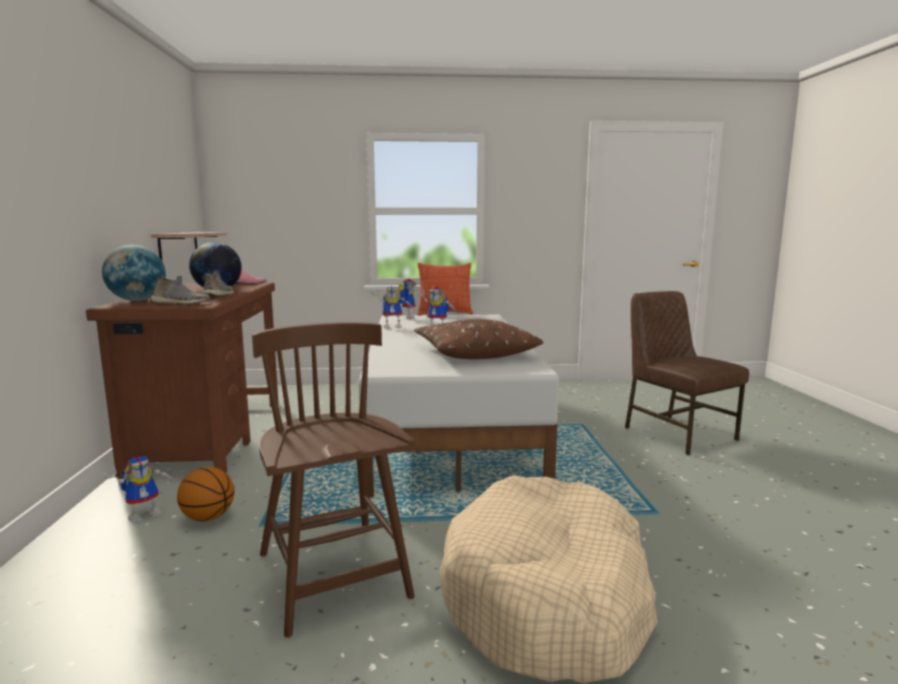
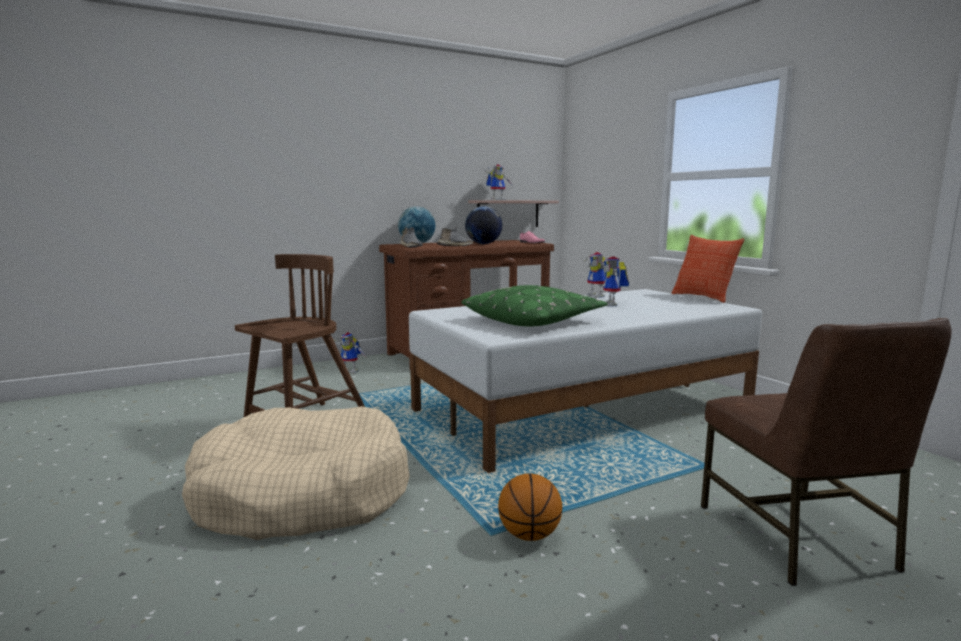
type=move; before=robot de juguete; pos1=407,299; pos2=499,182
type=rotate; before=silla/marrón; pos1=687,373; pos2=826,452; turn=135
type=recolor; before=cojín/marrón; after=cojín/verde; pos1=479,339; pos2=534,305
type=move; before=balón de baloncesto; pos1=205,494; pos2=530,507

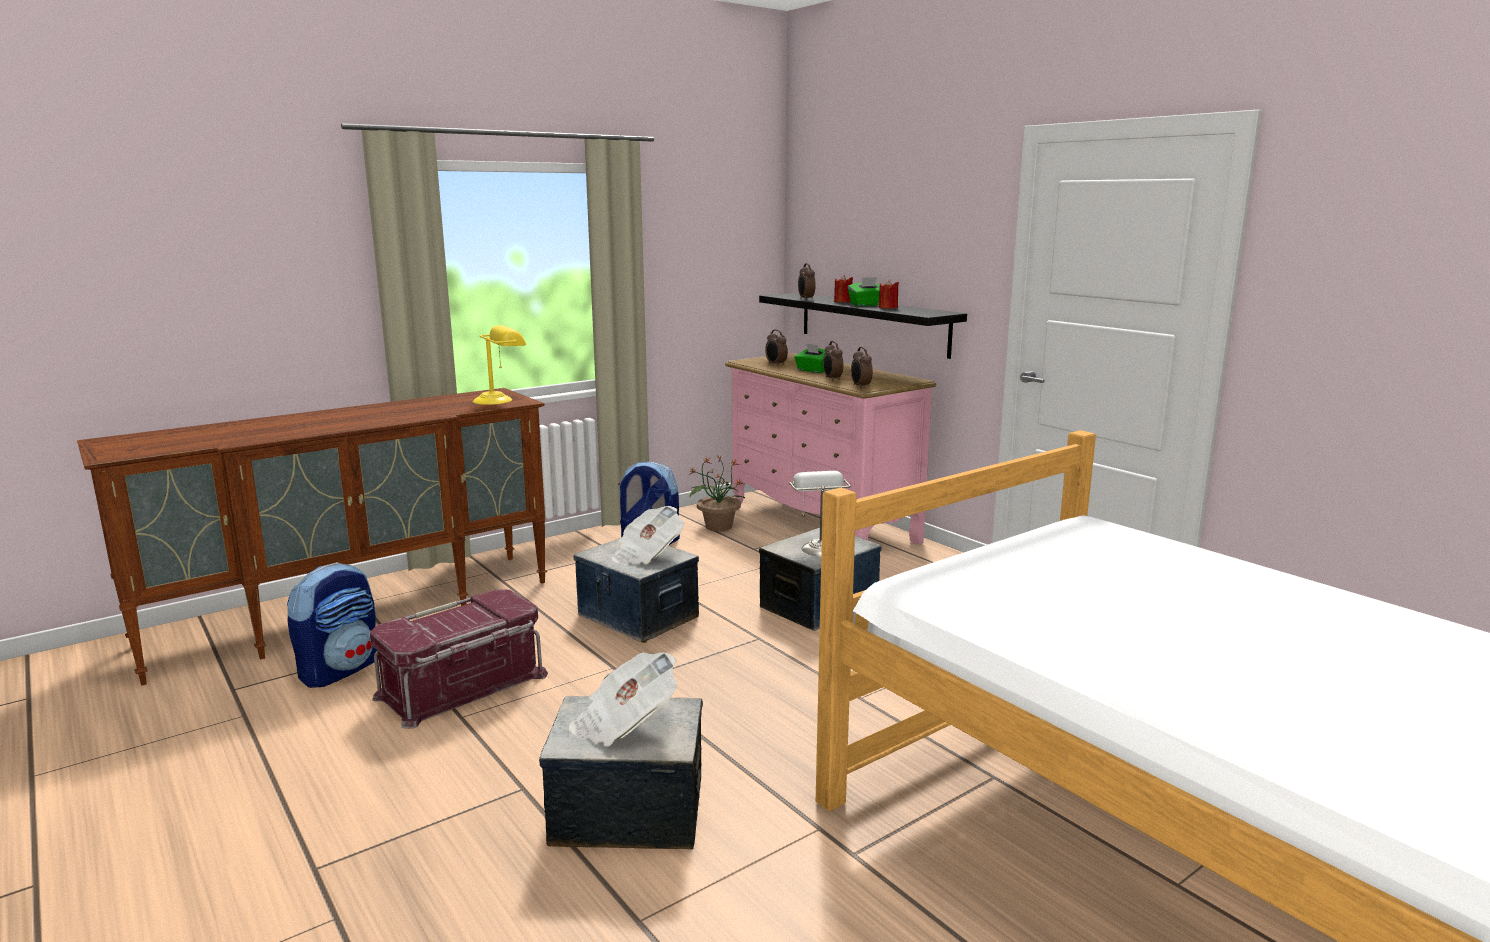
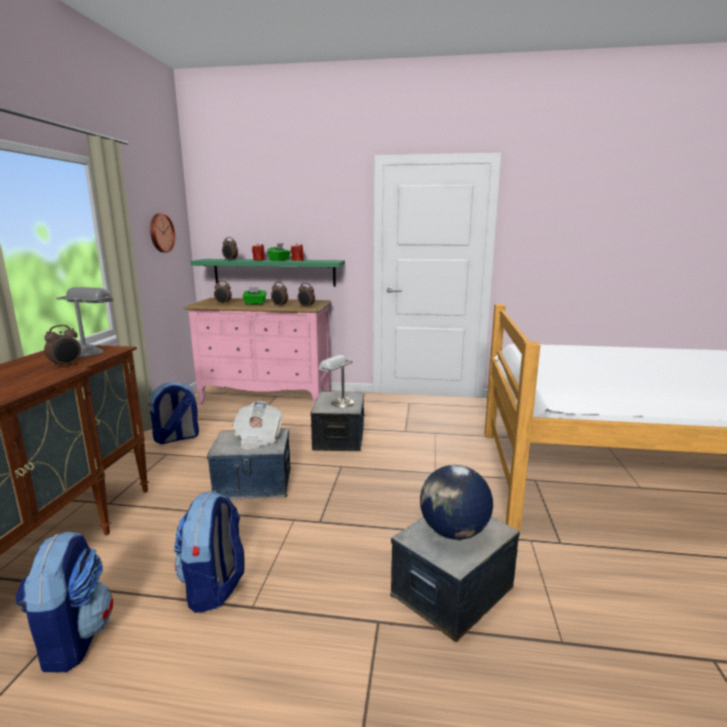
type=recolor; before=estante/negro; after=estante/verde; pos1=863,326; pos2=267,273
type=recolor; before=lámpara de mesa/amarillo; after=lámpara de mesa/gris; pos1=499,365; pos2=85,322
type=delete; before=planta en maceta; pos1=717,493
type=replace; before=caja de almacenaje/rojo; after=mochila; pos1=459,659; pos2=209,552
type=replace; before=periódico; after=globo terráqueo; pos1=623,699; pos2=456,502
type=insert; after=reloj de pared; pos2=162,232
type=insert; after=despertador; pos2=62,346

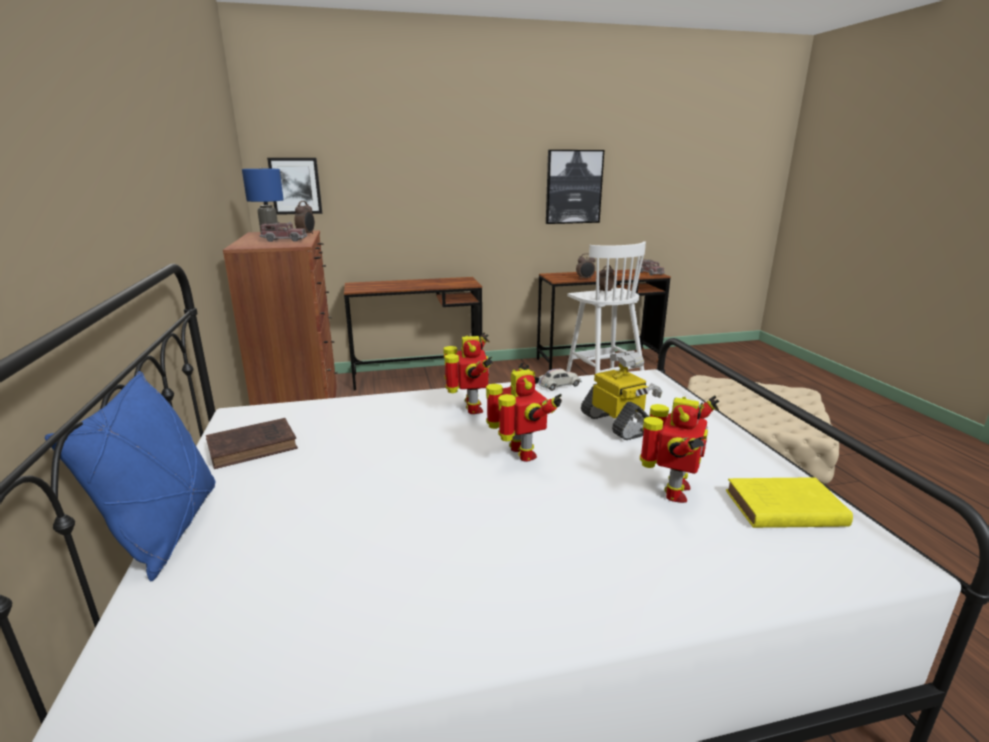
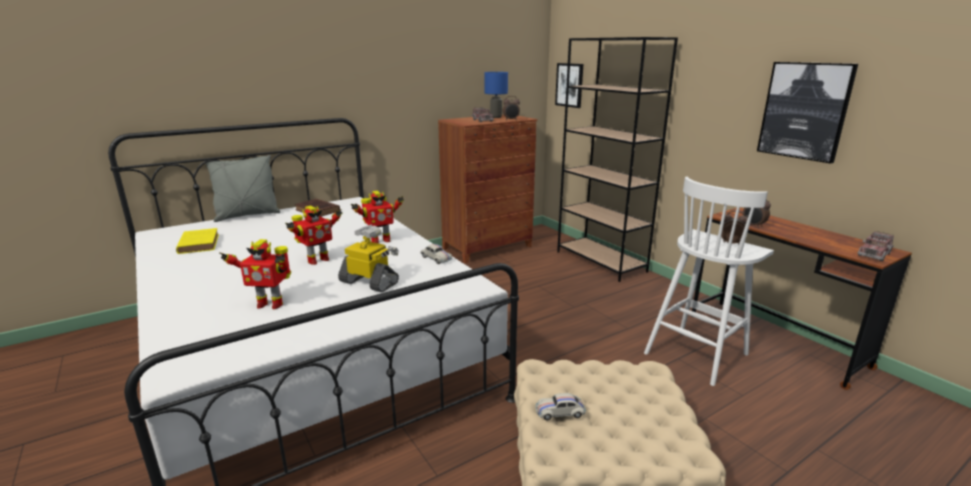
type=replace; before=escritorio/marrón; after=estantería/beis; pos1=413,333; pos2=617,159
type=rotate; before=robot de juguete; pos1=621,395; pos2=368,258; turn=-105
type=recolor; before=cojín/azul; after=cojín/gris; pos1=130,476; pos2=243,188
type=move; before=libro/amarillo; pos1=789,502; pos2=197,241
type=insert; after=coche de juguete/blanco; pos2=560,406

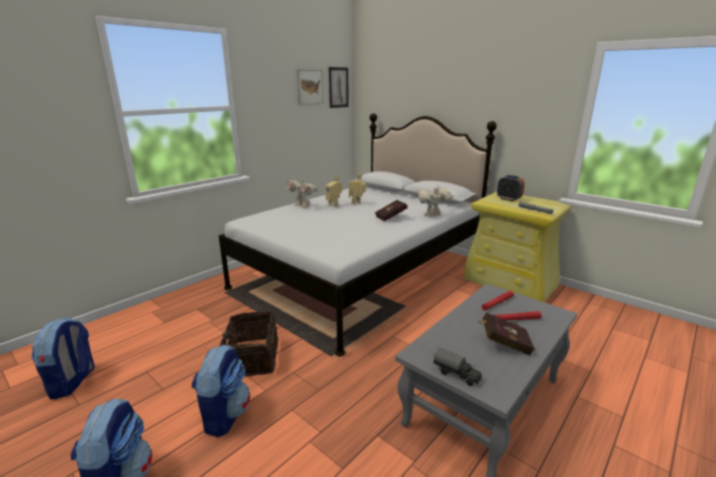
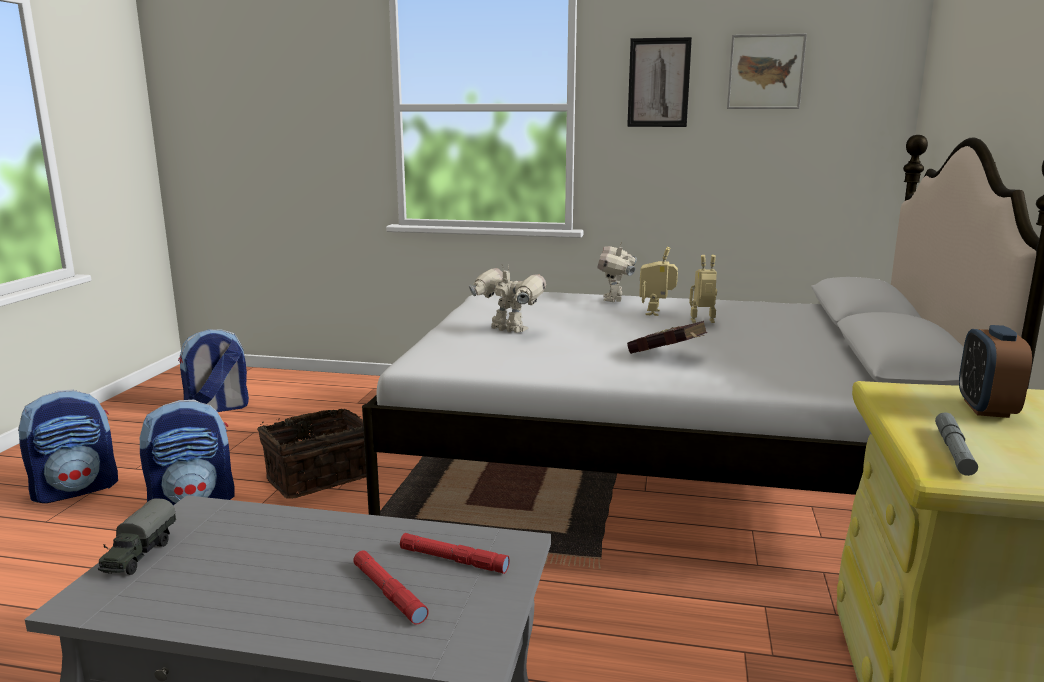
type=move; before=cuadro; pos1=339,87; pos2=659,82
type=move; before=robot de juguete; pos1=435,201; pos2=507,299
type=delete; before=libro/rojo; pos1=506,334

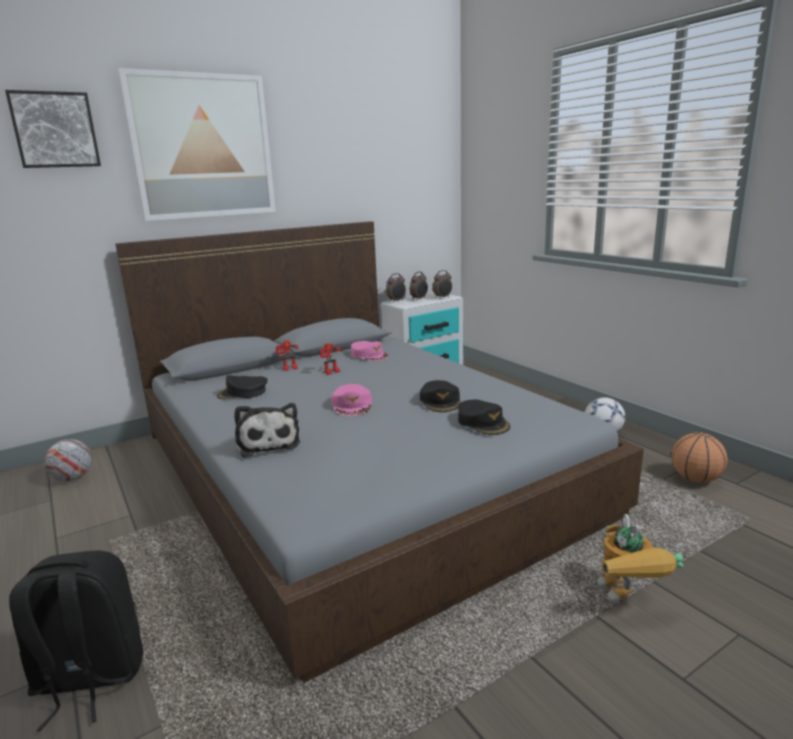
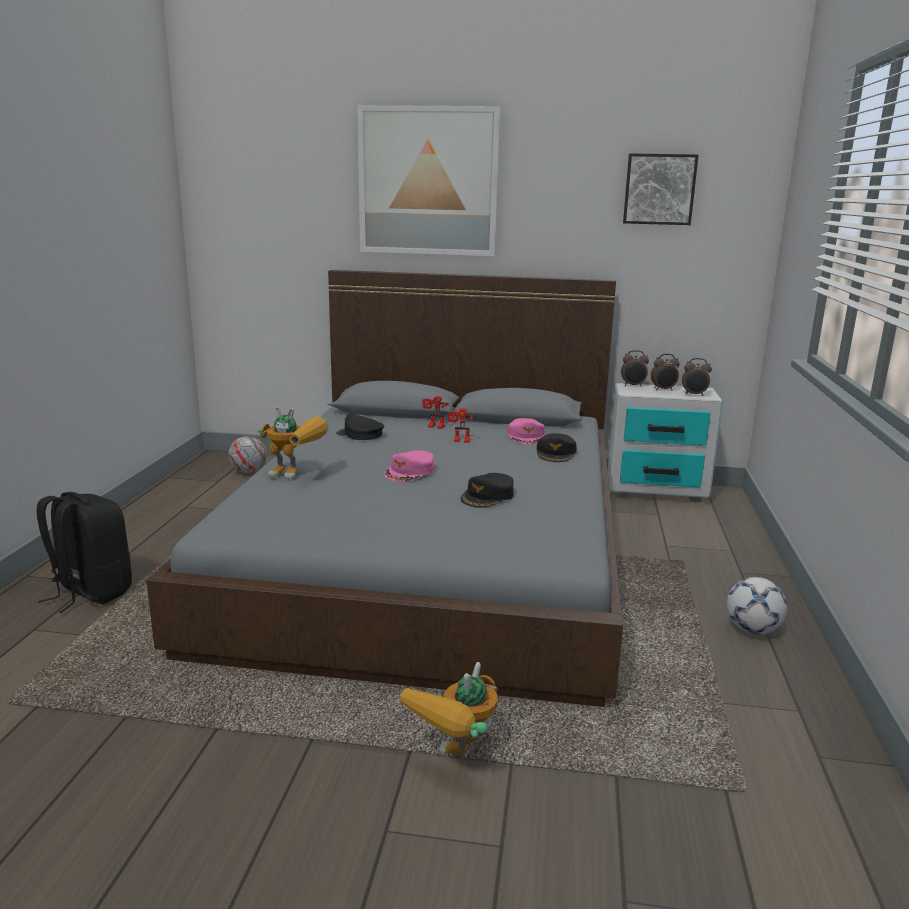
type=move; before=cuadro; pos1=53,129; pos2=661,189
type=move; before=gorra/negro; pos1=484,417; pos2=557,447
type=replace; before=peluche; after=robot de juguete; pos1=267,430; pos2=293,443
type=delete; before=balón de baloncesto; pos1=700,457

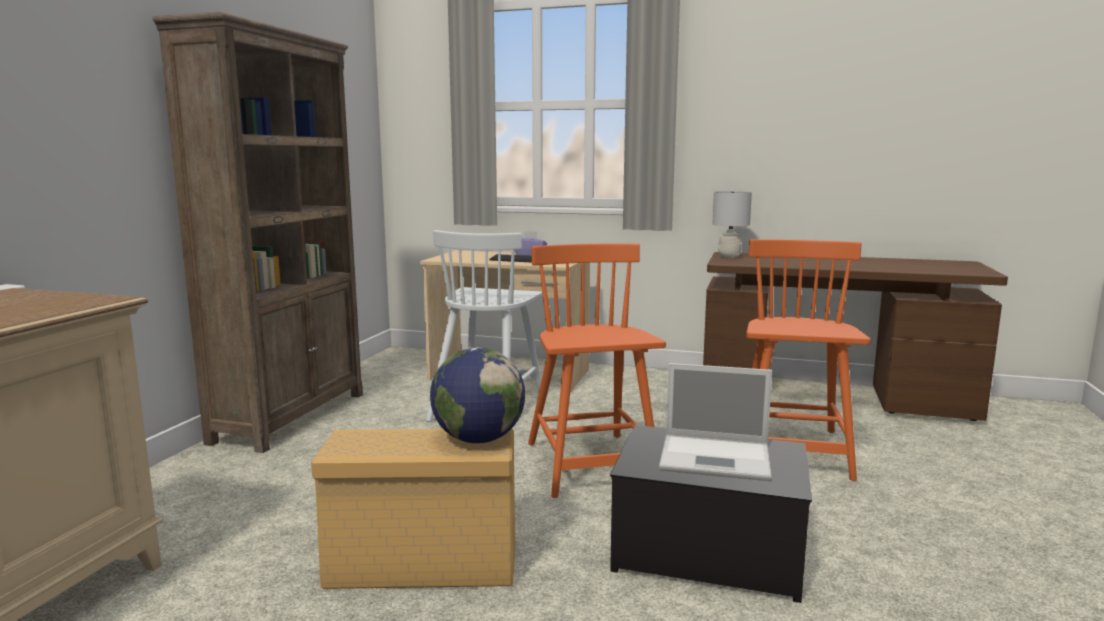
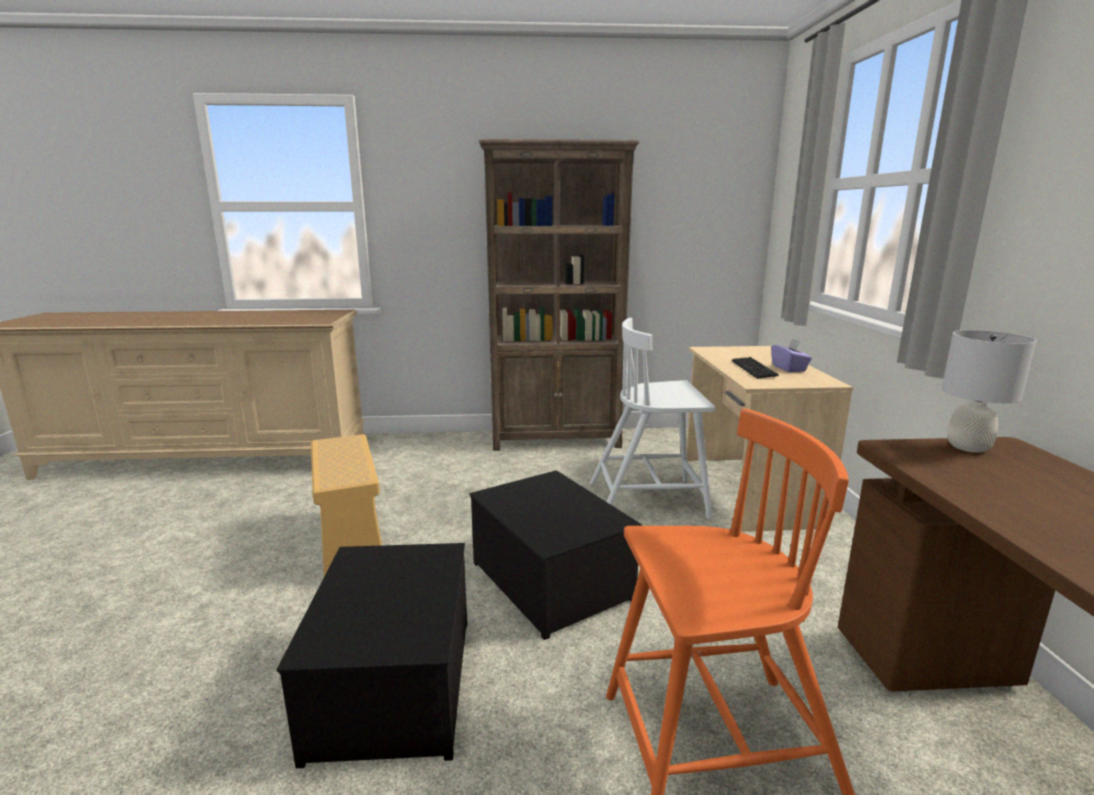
type=replace; before=silla/naranja; after=caja de almacenaje; pos1=597,370; pos2=555,555
type=delete; before=globo terráqueo; pos1=477,395
type=delete; before=portátil; pos1=715,422

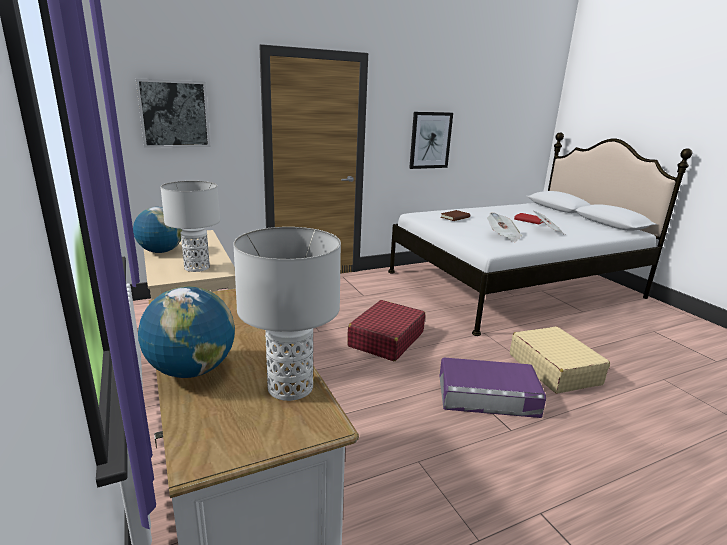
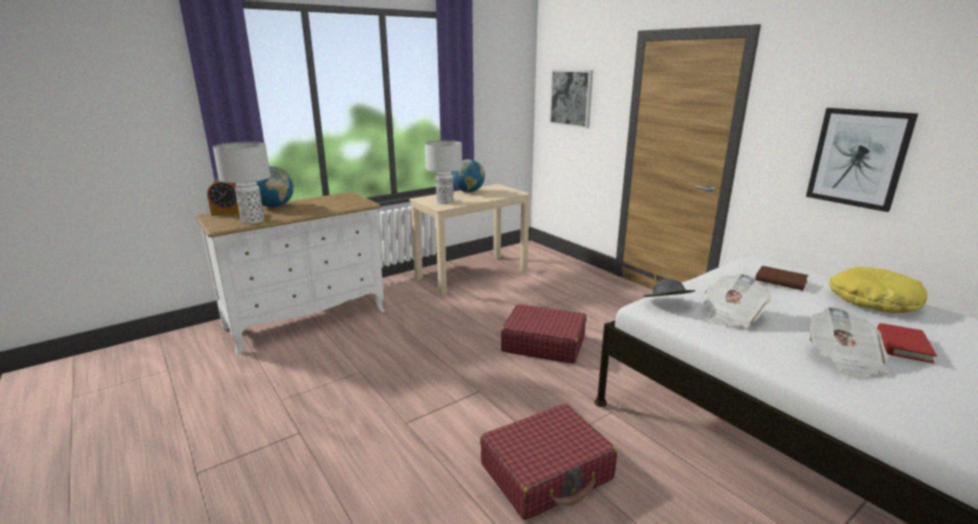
type=recolor; before=maleta/beis; after=maleta/rojo; pos1=560,360; pos2=548,462
type=delete; before=caja de almacenaje/morado; pos1=492,387
type=insert; after=despertador; pos2=223,197
type=insert; after=cojín/amarillo; pos2=878,290
type=insert; after=sombrero/gris; pos2=669,288

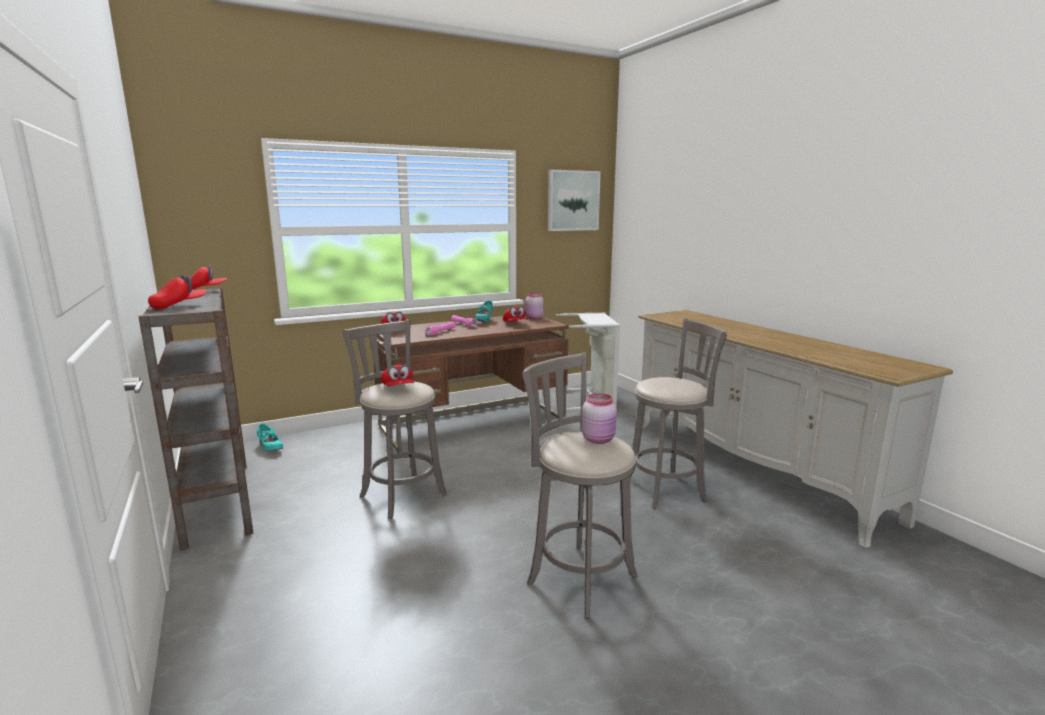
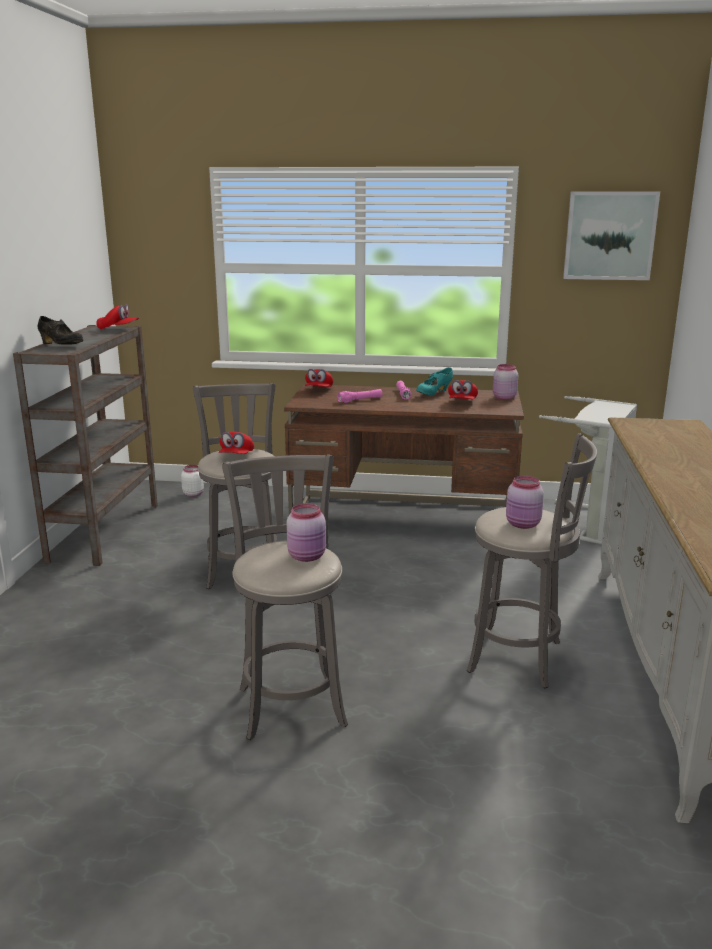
type=replace; before=gorra/rojo; after=zapato/negro; pos1=177,292; pos2=60,330
type=replace; before=zapato/turquesa; after=tarro/blanco; pos1=270,437; pos2=192,481
type=insert; after=tarro/rosa; pos2=525,502

